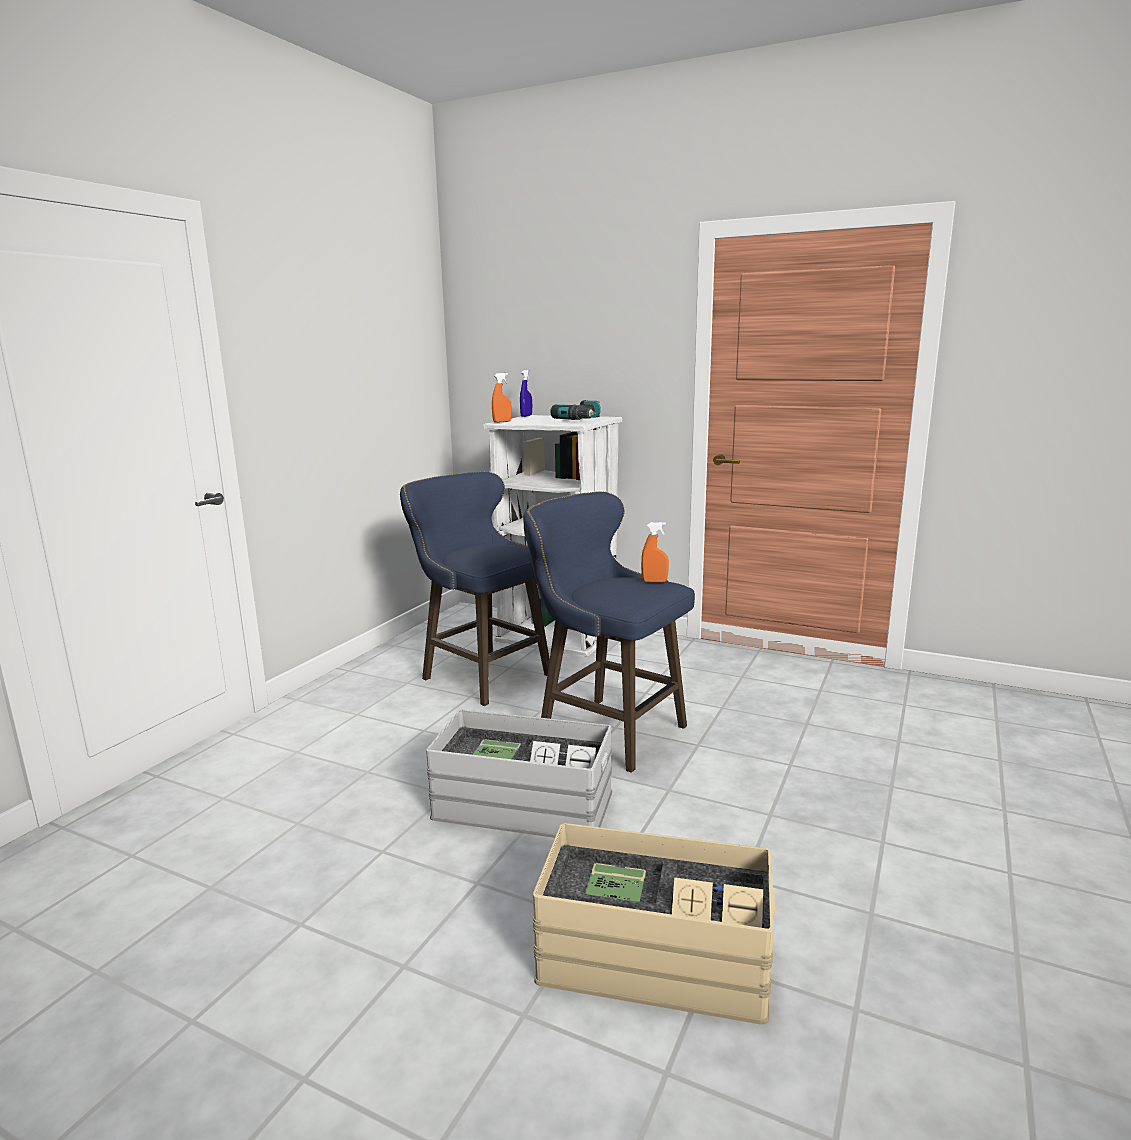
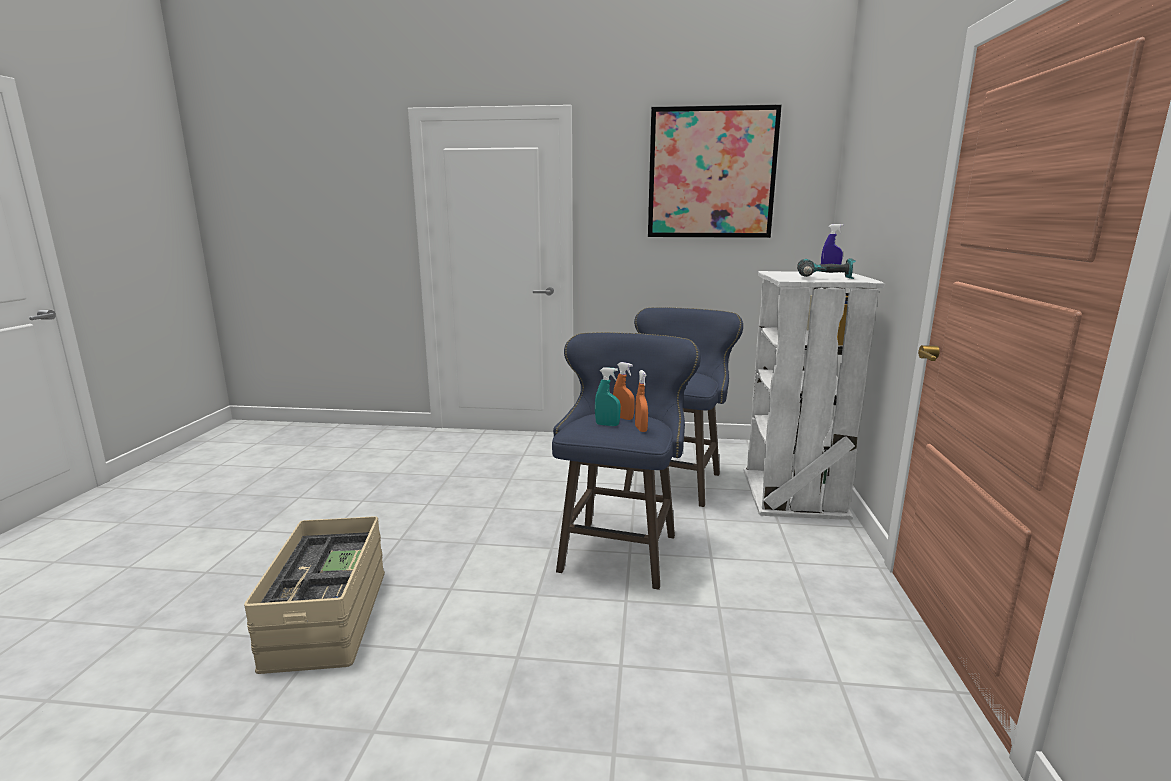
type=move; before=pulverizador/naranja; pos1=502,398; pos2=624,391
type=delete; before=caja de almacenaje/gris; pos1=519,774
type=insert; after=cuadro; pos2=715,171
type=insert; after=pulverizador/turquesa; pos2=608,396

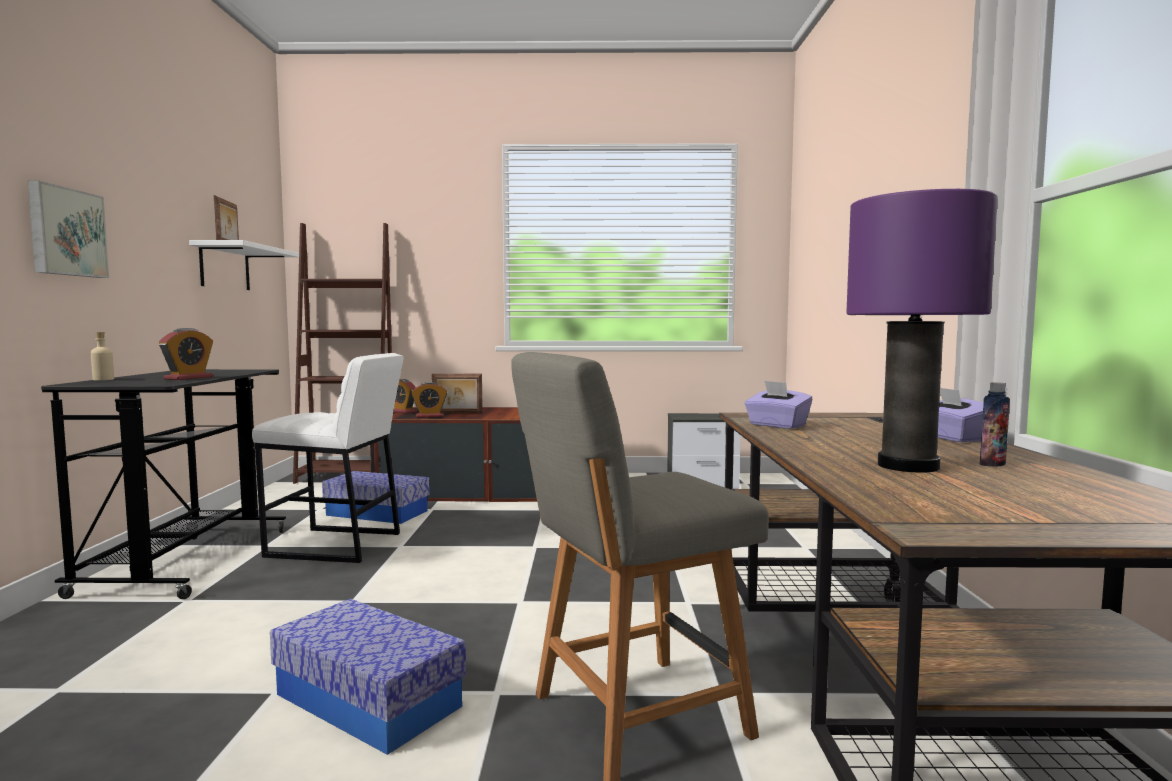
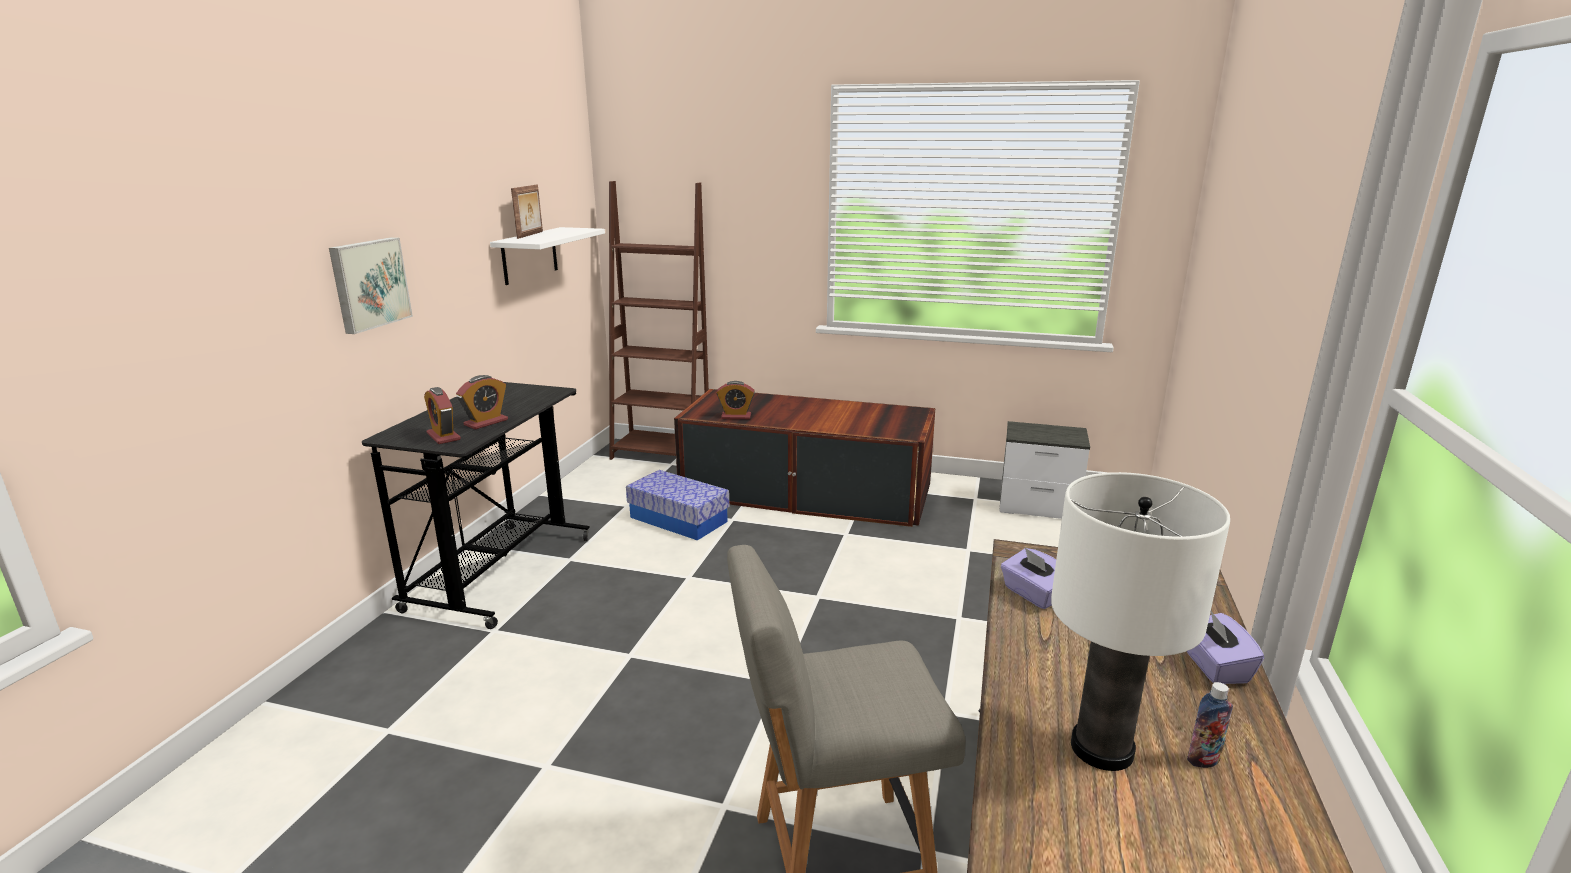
type=recolor; before=lámpara de mesa/morado; after=lámpara de mesa/blanco; pos1=922,331; pos2=1140,621
type=delete; before=botella/beis; pos1=102,356
type=delete; before=taburete/blanco; pos1=328,458
type=delete; before=portarretratos; pos1=457,393
type=move; before=despertador; pos1=405,396; pos2=442,415
type=delete; before=caja de almacenaje; pos1=368,677

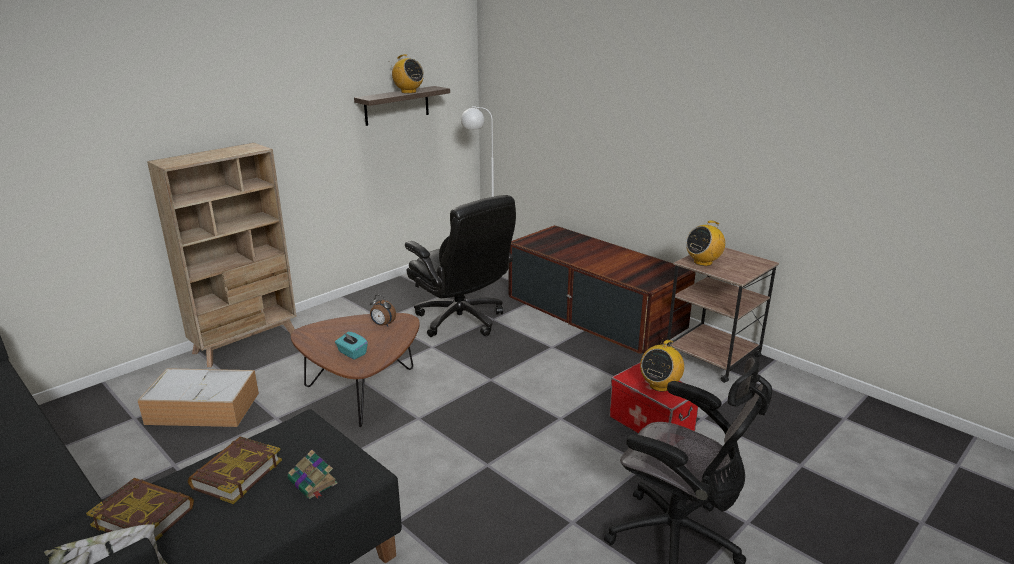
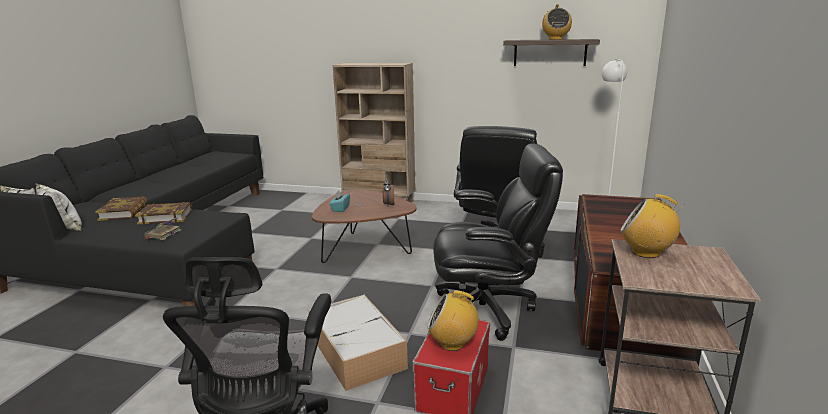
type=move; before=caja de almacenaje; pos1=198,397; pos2=358,343
type=insert; after=silla de oficina/negro; pos2=498,242

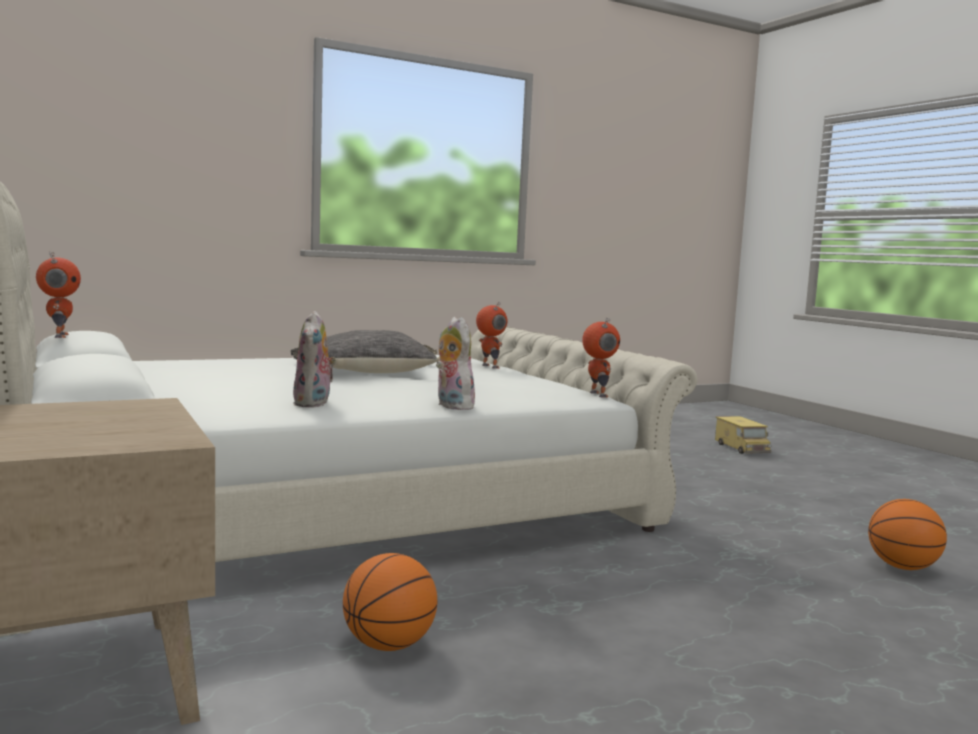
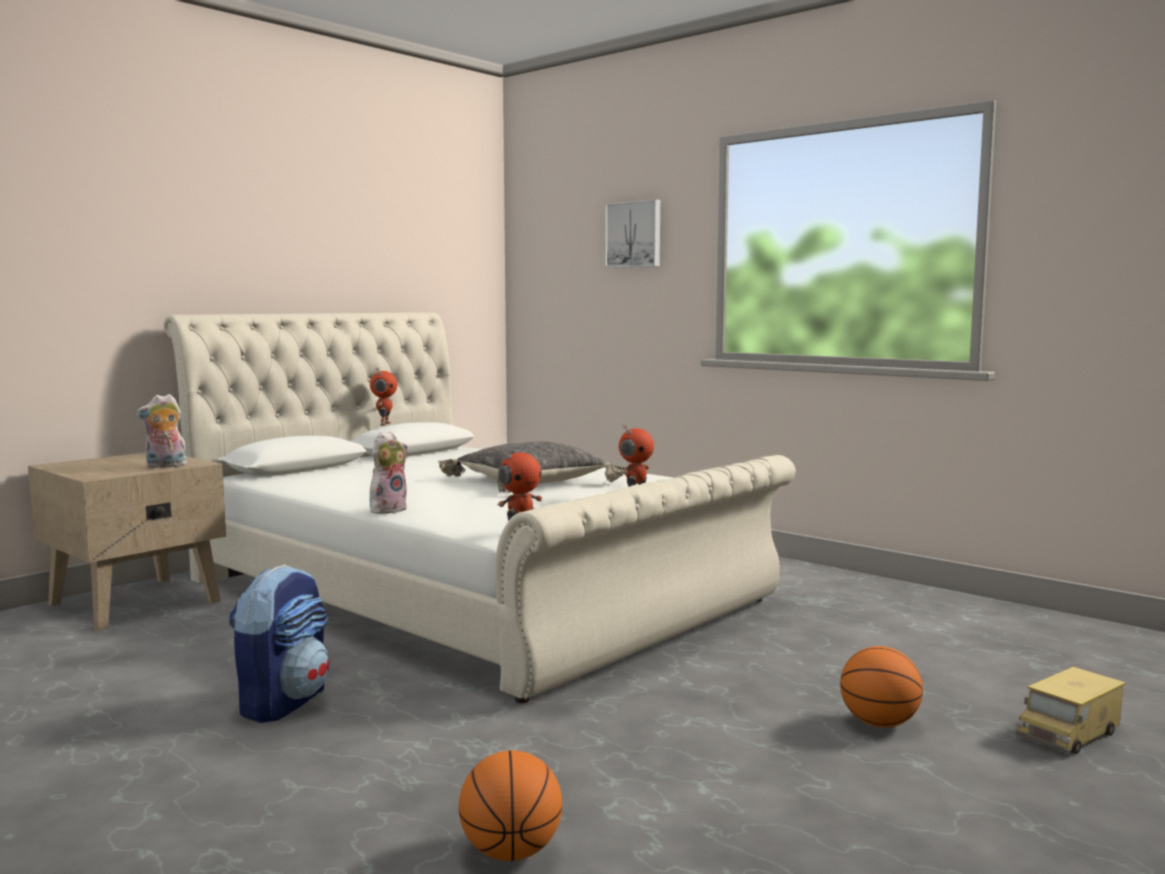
type=rotate; before=robot de juguete; pos1=58,294; pos2=383,397; turn=-45
type=move; before=peluche; pos1=314,359; pos2=161,431
type=move; before=balón de baloncesto; pos1=390,602; pos2=881,687
type=insert; after=cuadro; pos2=632,233
type=insert; after=mochila; pos2=279,644

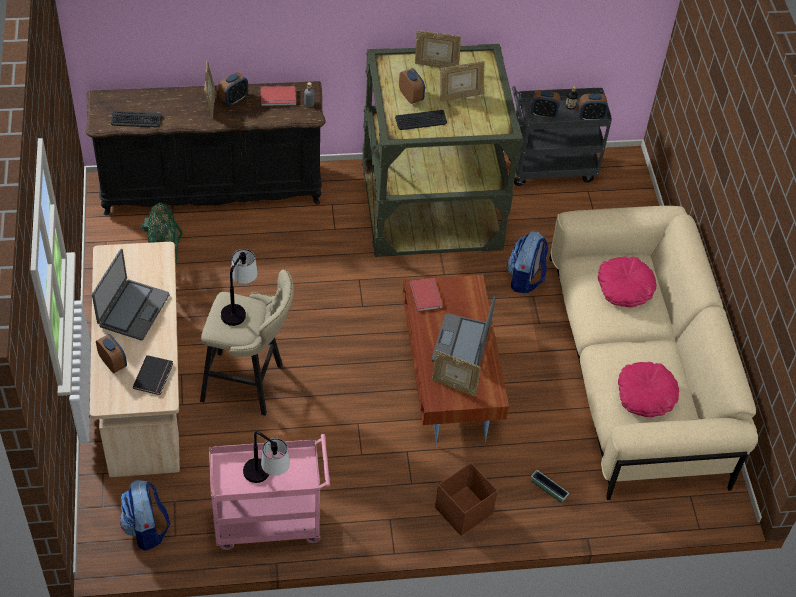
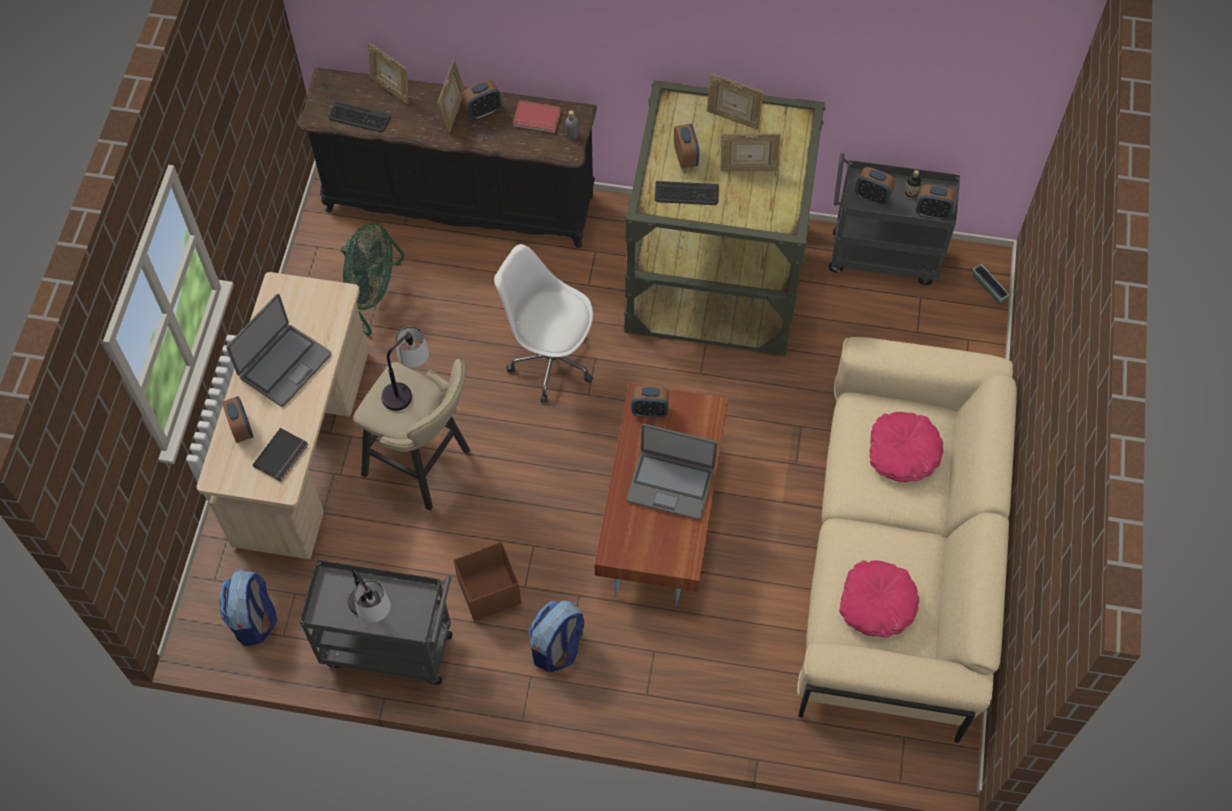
type=move; before=mochila; pos1=528,262; pos2=556,636
type=replace; before=libro/rojo; after=despertador; pos1=426,294; pos2=650,401
type=rotate; before=portátil; pos1=464,330; pos2=671,472; turn=-105
type=move; before=portarretratos; pos1=456,373; pos2=388,73
type=recolor; before=carrito/rosa; after=carrito/gris; pos1=269,492; pos2=376,622
type=move; before=caja de almacenaje/marrón; pos1=466,499; pos2=487,582
type=move; before=maceta; pos1=550,486; pos2=991,283
type=insert; after=silla de oficina/blanco; pos2=544,323

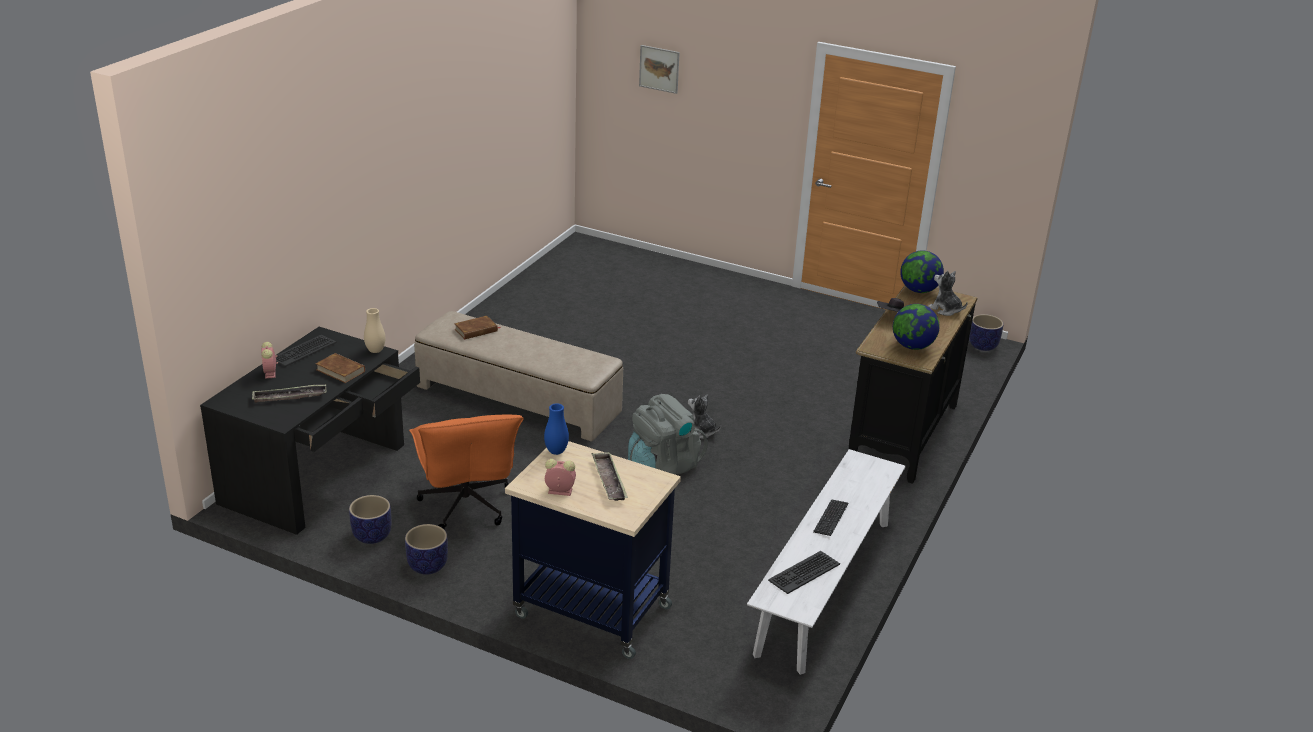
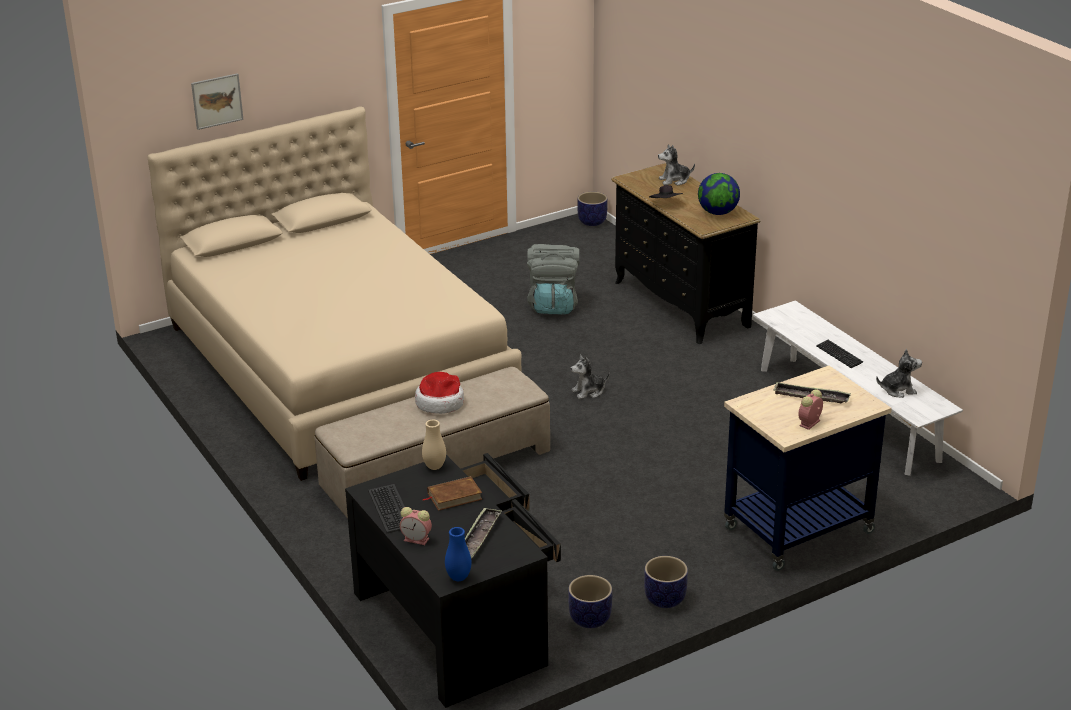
type=delete; before=globo terráqueo; pos1=922,271
type=delete; before=libro/marrón; pos1=477,328
type=move; before=mochila/gris; pos1=668,434; pos2=553,279
type=move; before=florero/azul; pos1=556,429; pos2=458,554
type=delete; before=silla de oficina/naranja; pos1=466,472
type=replace; before=teclado; after=peluche; pos1=804,572; pos2=899,373
type=insert; after=cama/beis; pos2=334,294
type=insert; after=sombrero; pos2=439,393

